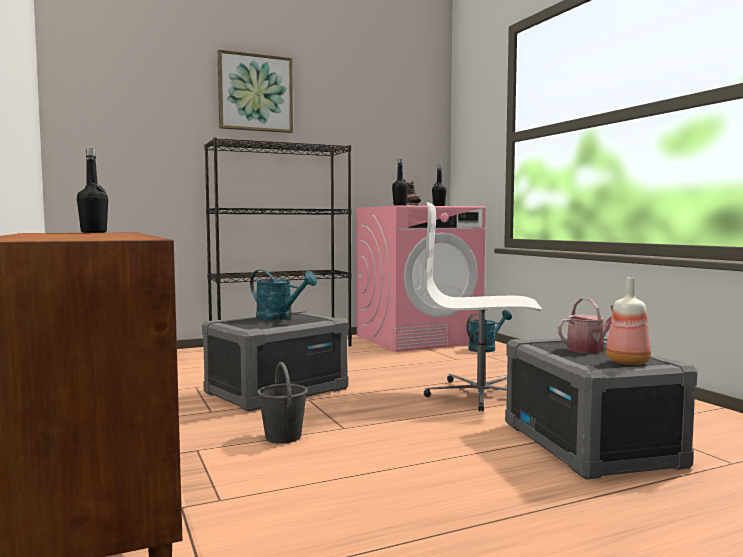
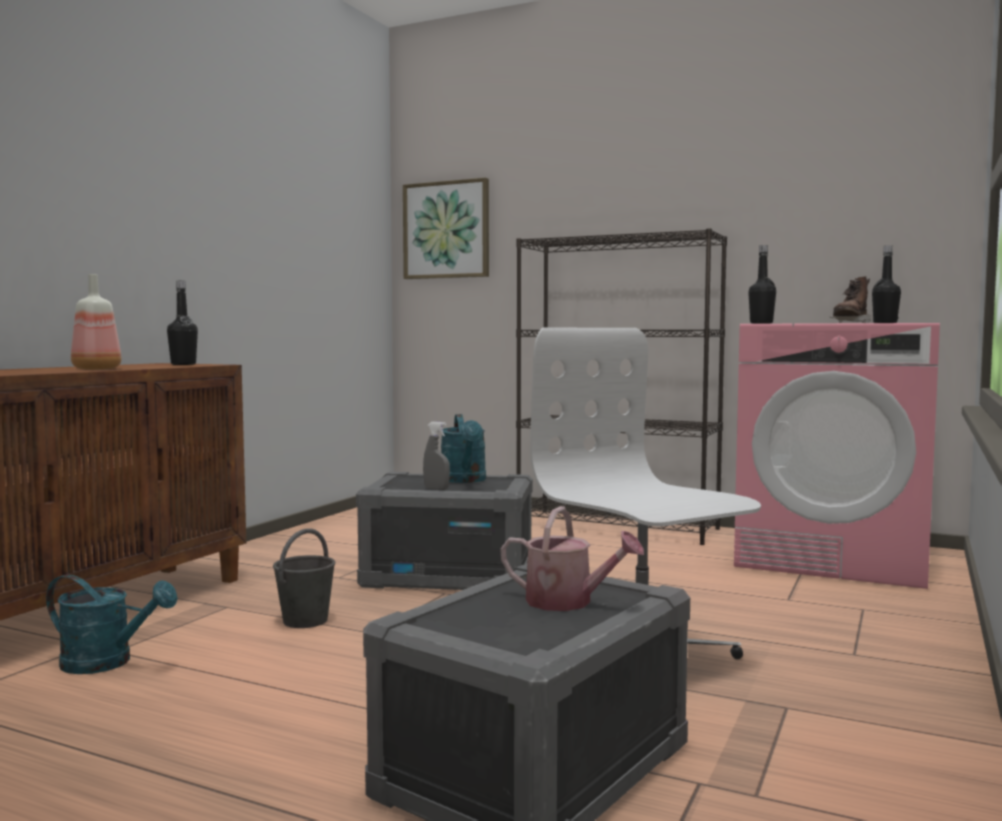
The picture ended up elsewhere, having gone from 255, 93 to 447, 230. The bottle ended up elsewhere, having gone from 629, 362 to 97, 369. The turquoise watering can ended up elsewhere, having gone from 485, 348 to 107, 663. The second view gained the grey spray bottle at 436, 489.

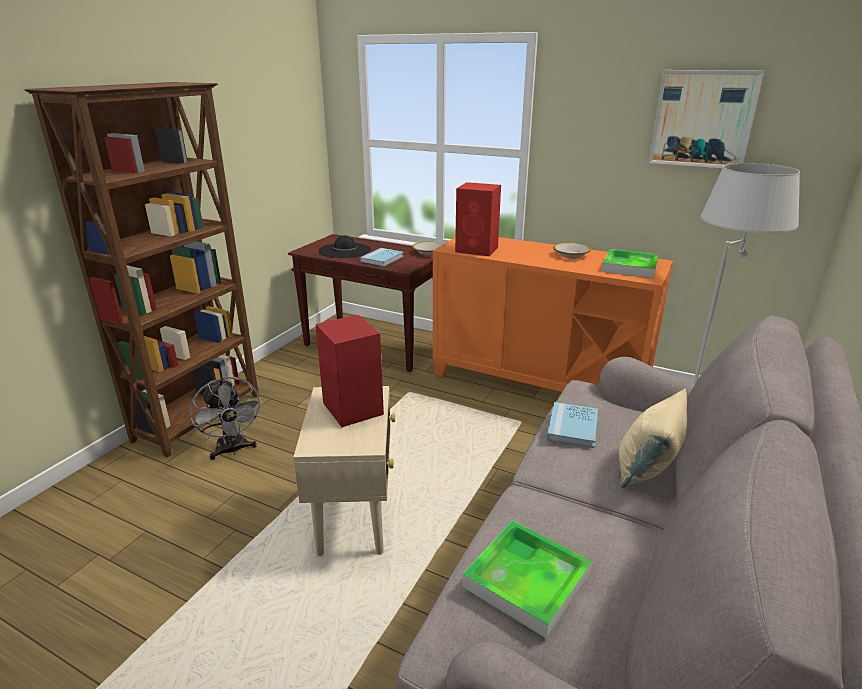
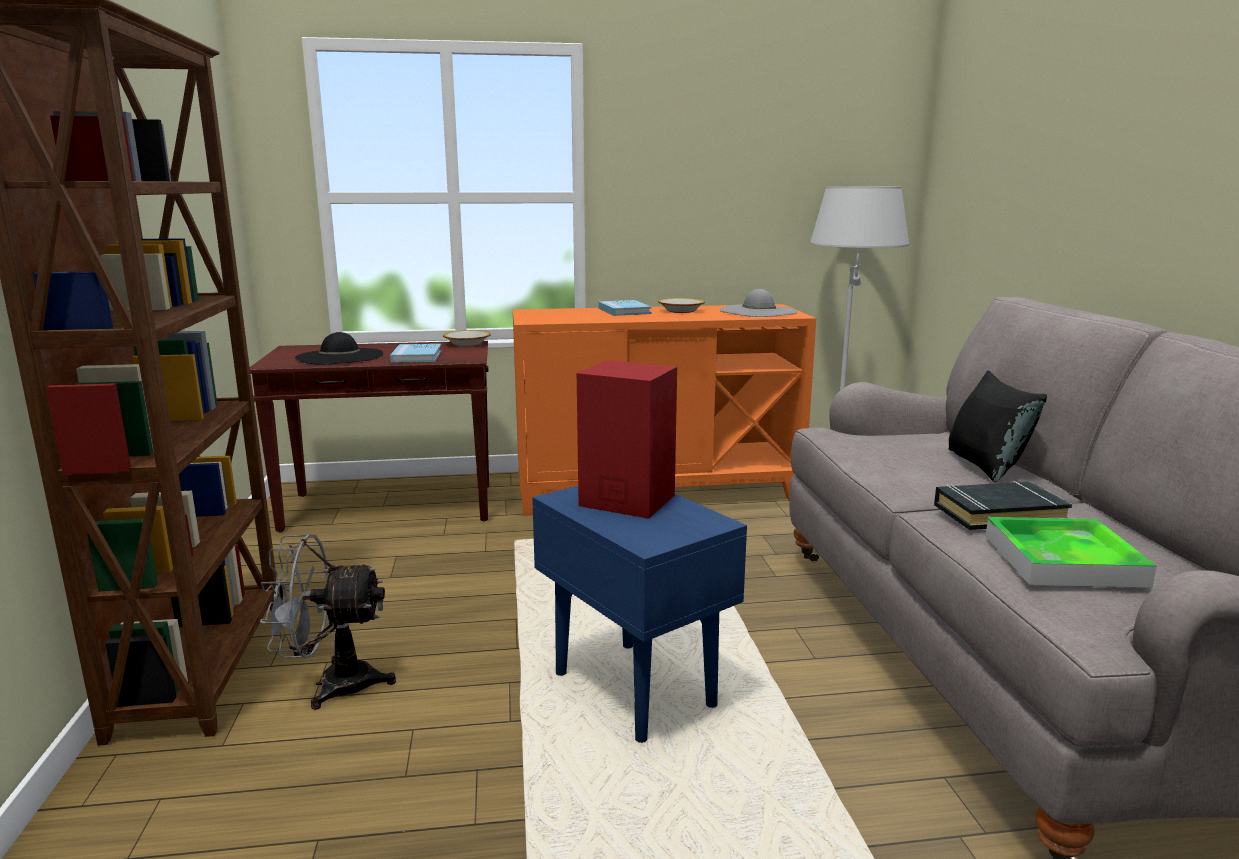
The second view lost the picture at 703, 119. The second view lost the red speaker at 477, 250. Where the tray stood at 629, 267, the grey hat came to stand at 758, 311. The grey fan at 233, 450 ended up facing another way, 150 degrees clockwise from before. What was the beige side table at 354, 520 turned into the blue side table at 633, 688. What was the beige pillow at 646, 468 turned into the black pillow at 986, 466. The blue book ended up elsewhere, having gone from 572, 427 to 624, 311. The second view gained the black book at 998, 513.

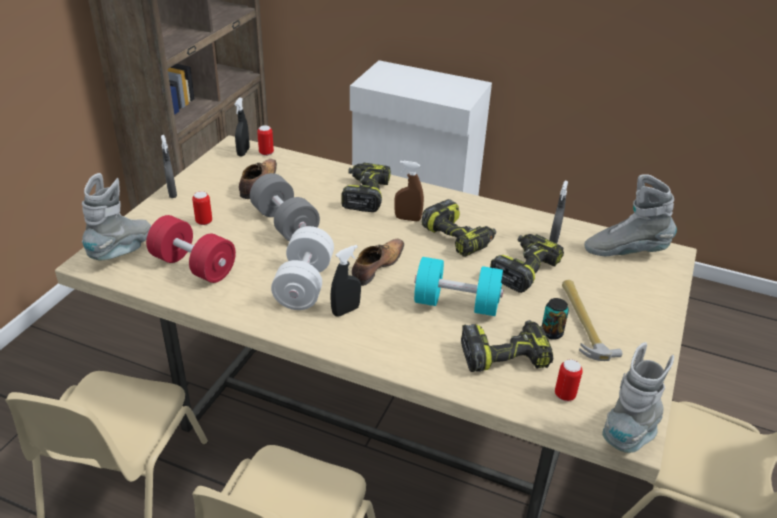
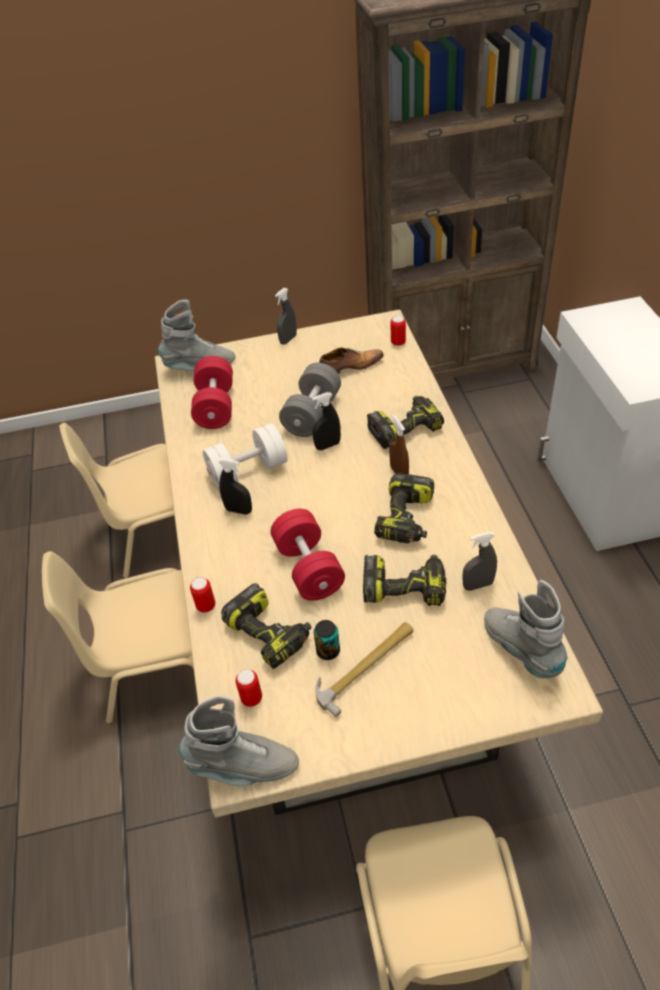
The black spray bottle ended up elsewhere, having gone from 243, 152 to 328, 445. The can ended up elsewhere, having gone from 204, 222 to 206, 606. The second view lost the shoe at 376, 267. What was the turquoise dumbbell at 456, 304 turned into the red dumbbell at 308, 568.

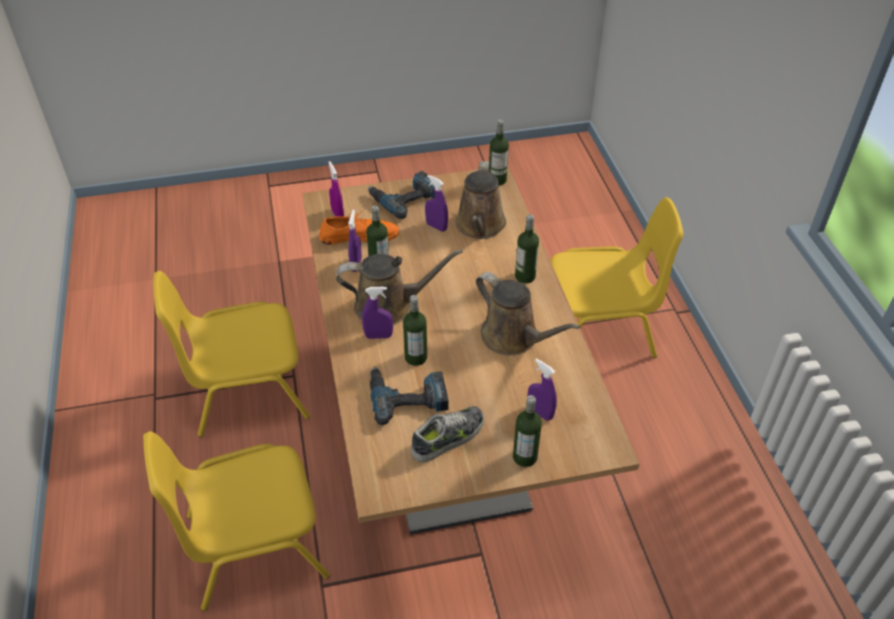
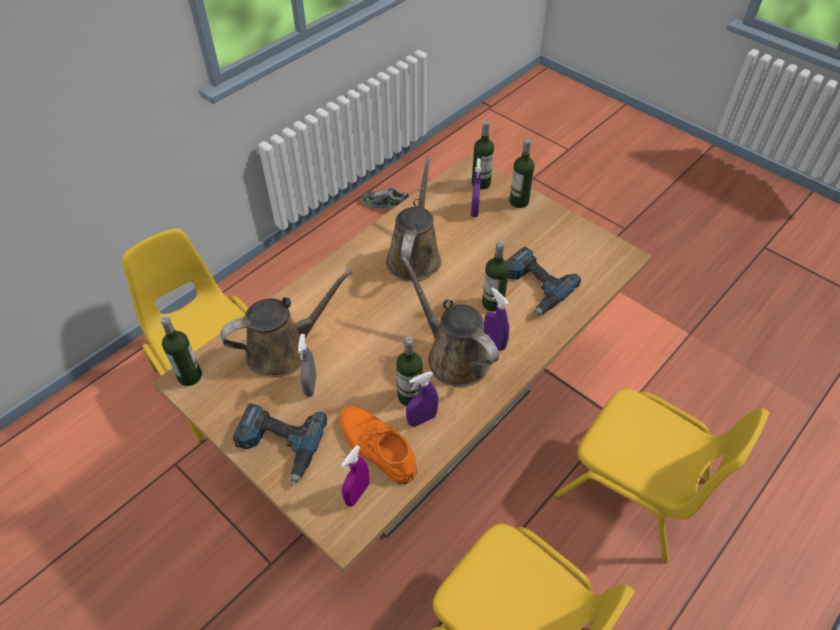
What was the purple spray bottle at 436, 226 turned into the grey spray bottle at 310, 385. The bottle ended up elsewhere, having gone from 525, 276 to 481, 183. The shoe ended up elsewhere, having gone from 448, 438 to 386, 204.

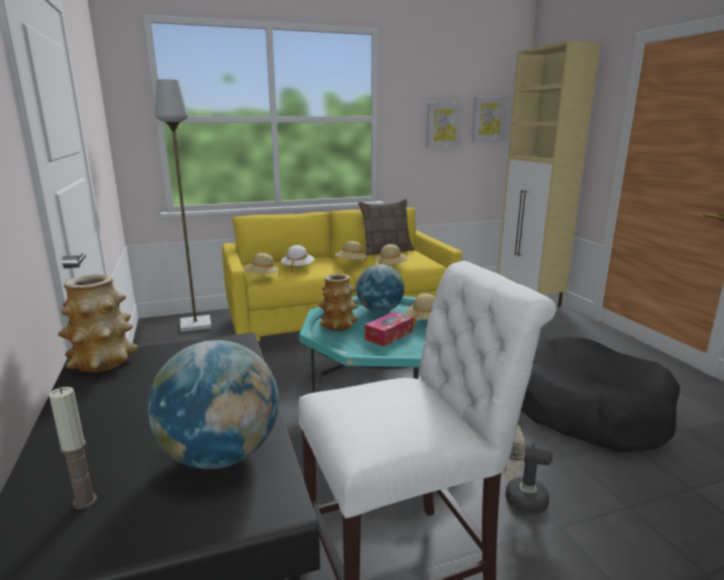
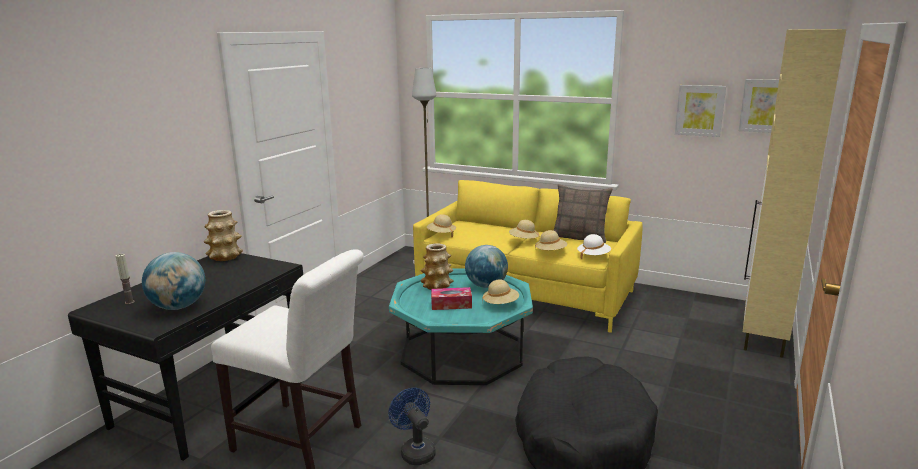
The white hat ended up elsewhere, having gone from 297, 268 to 593, 256. What was the beige fan at 518, 498 turned into the blue fan at 415, 451.

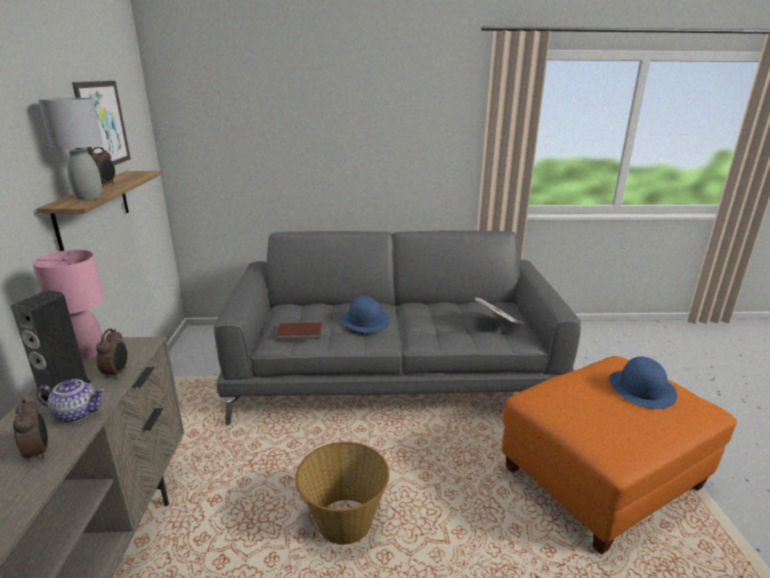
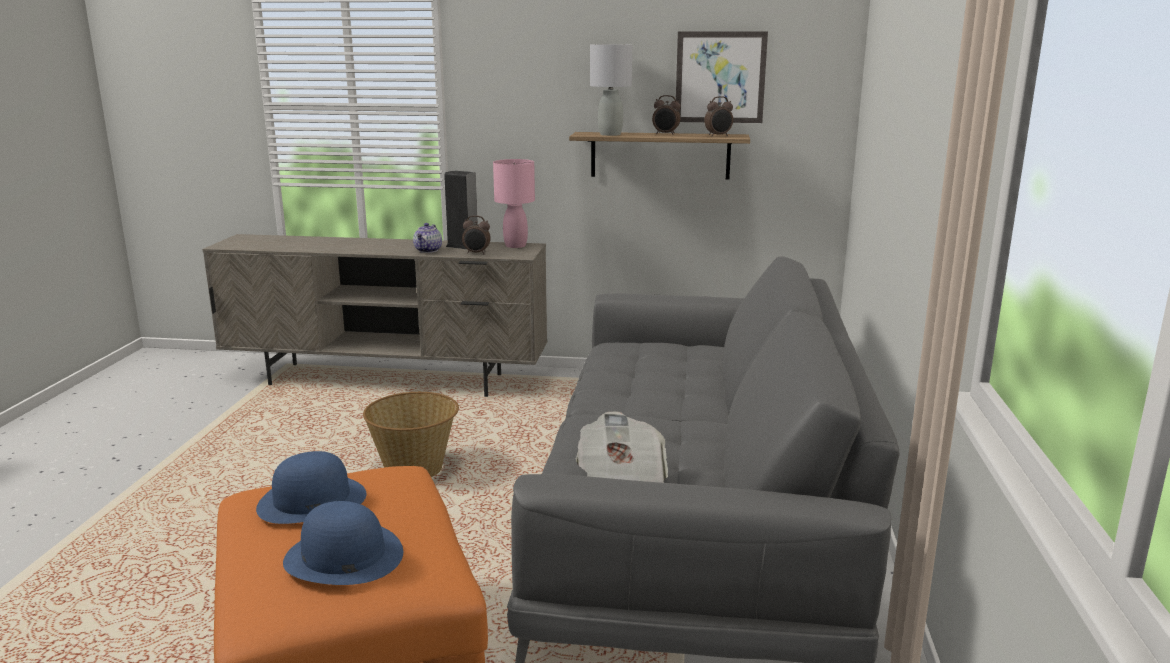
The blue hat ended up elsewhere, having gone from 365, 320 to 312, 500. The second view lost the brown book at 300, 333. The alarm clock ended up elsewhere, having gone from 39, 452 to 718, 136.

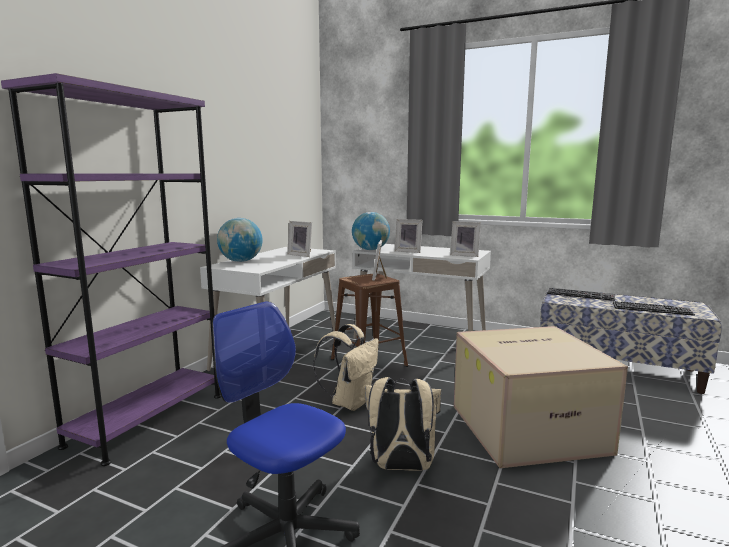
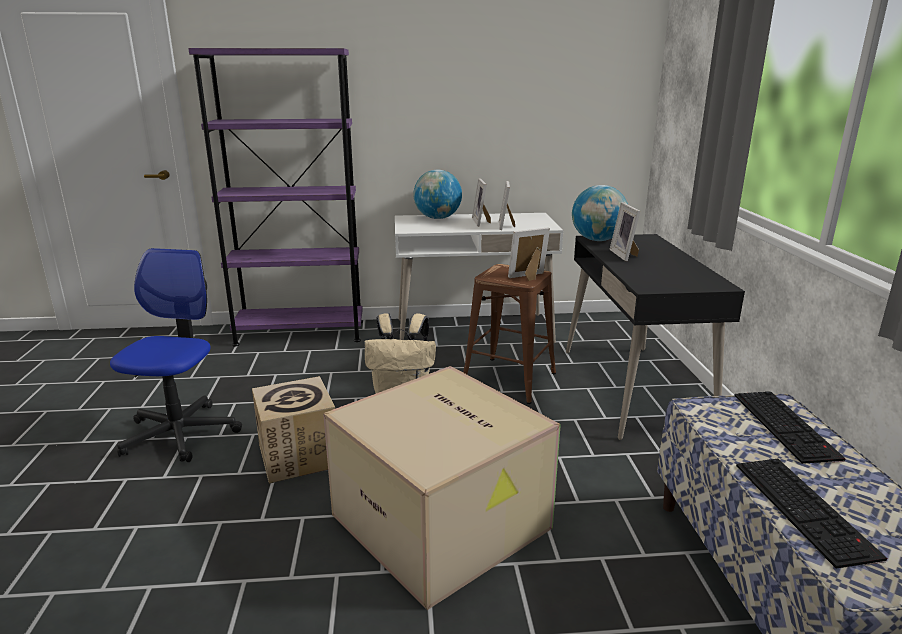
The picture frame ended up elsewhere, having gone from 465, 255 to 482, 222. What was the white desk at 420, 338 turned into the black desk at 633, 388. Where the beige backpack stood at 401, 467, the cardboard box came to stand at 298, 456.

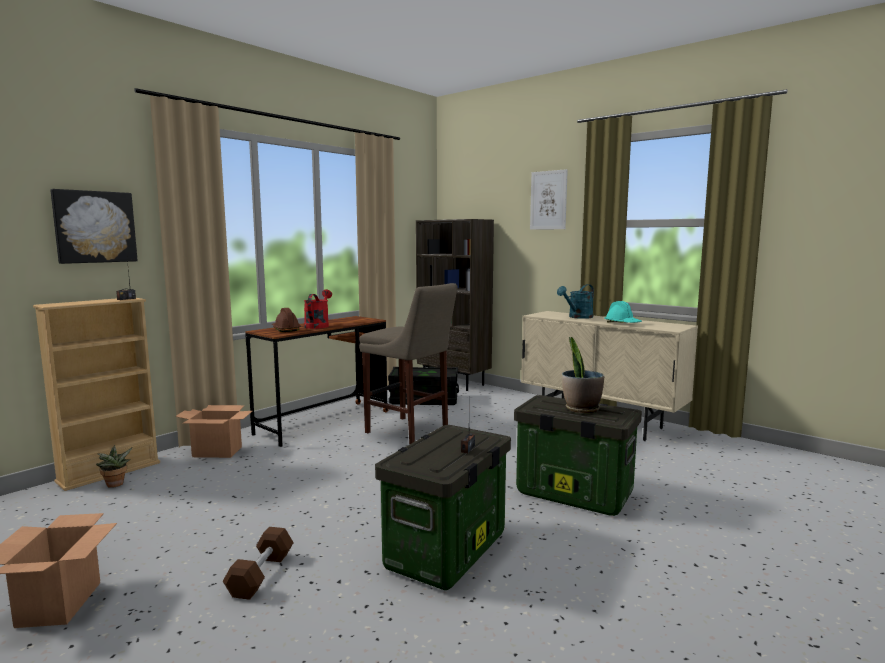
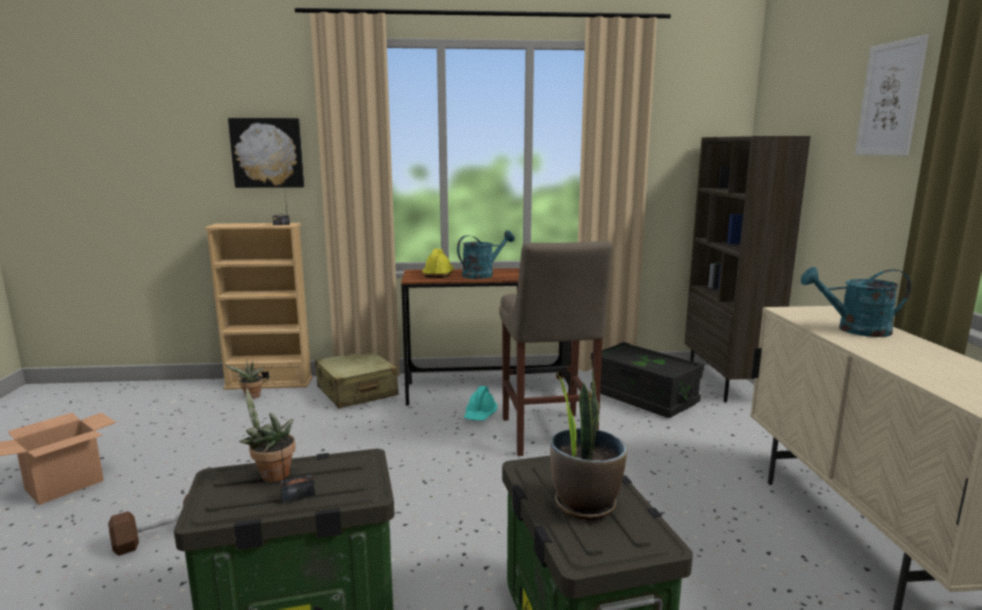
What was the red watering can at 318, 325 turned into the turquoise watering can at 482, 274. The turquoise hard hat ended up elsewhere, having gone from 622, 323 to 480, 415. What was the brown hard hat at 285, 329 turned into the yellow hard hat at 439, 274. Where the cardboard box stood at 218, 452, the beige suitcase came to stand at 356, 392. The second view gained the potted plant at 271, 474.

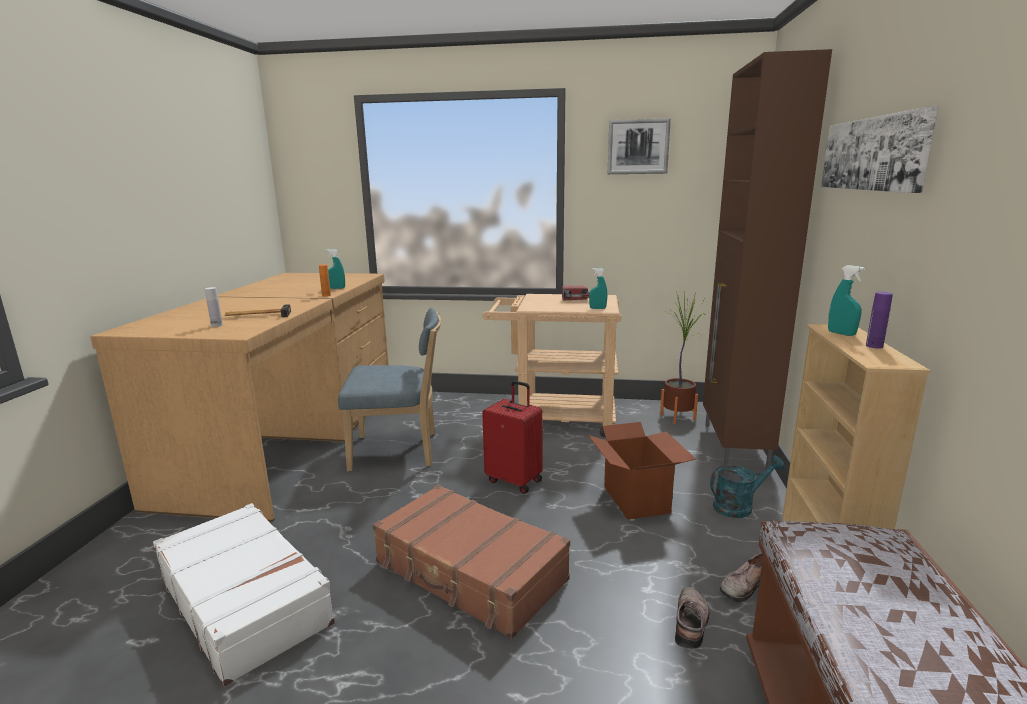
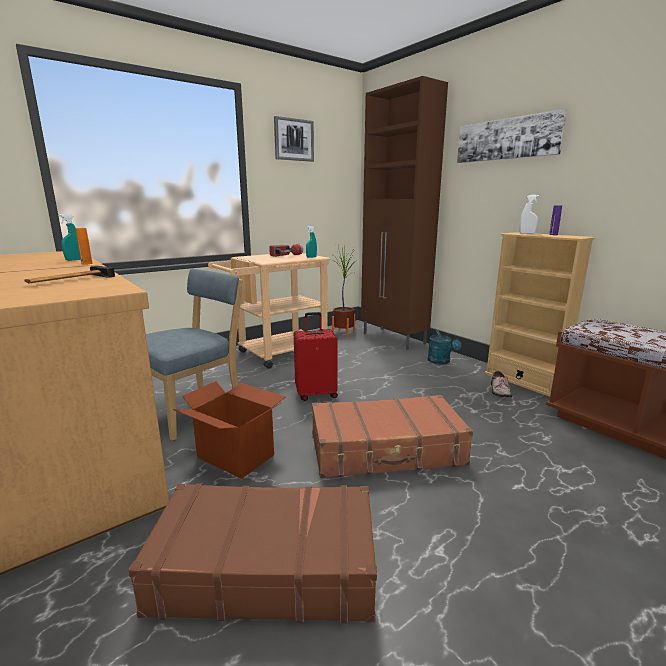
What was the turquoise spray bottle at 841, 333 turned into the white spray bottle at 527, 233. The second view lost the white bottle at 216, 325. The cardboard box ended up elsewhere, having gone from 637, 499 to 236, 456. The turquoise watering can at 739, 506 ended up facing another way, 135 degrees clockwise from before. What was the white suitcase at 245, 600 turned into the brown suitcase at 266, 566. The second view lost the shoe at 692, 623.

